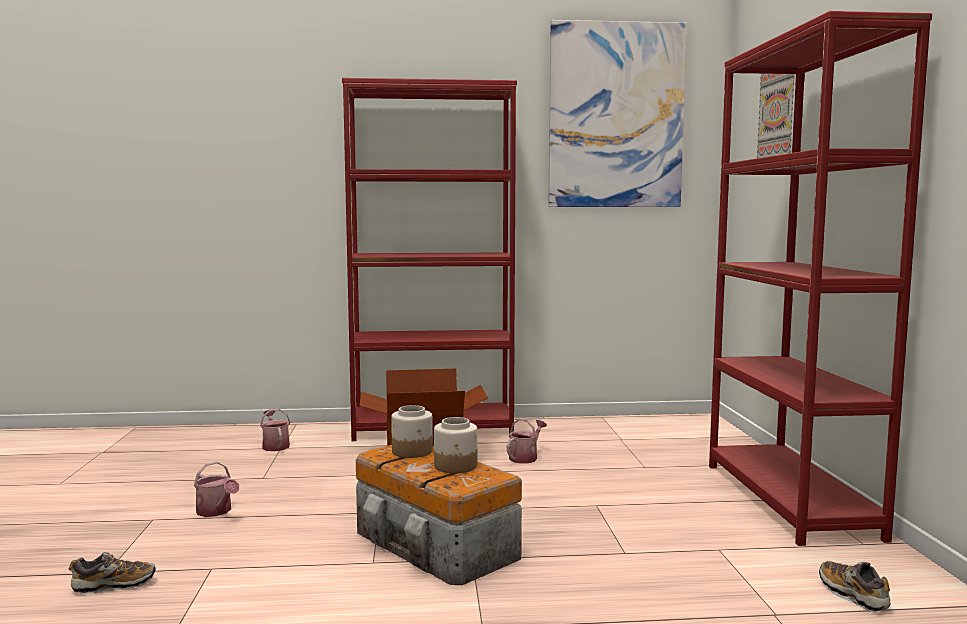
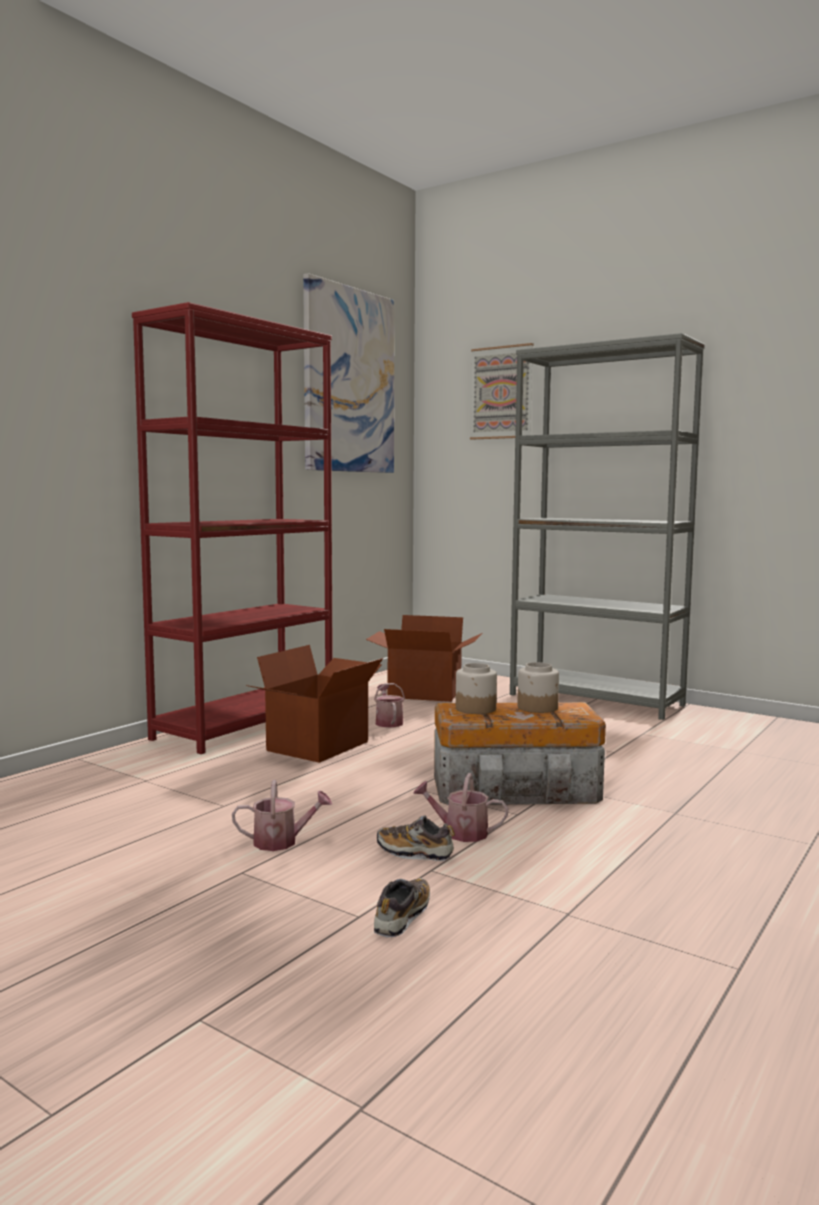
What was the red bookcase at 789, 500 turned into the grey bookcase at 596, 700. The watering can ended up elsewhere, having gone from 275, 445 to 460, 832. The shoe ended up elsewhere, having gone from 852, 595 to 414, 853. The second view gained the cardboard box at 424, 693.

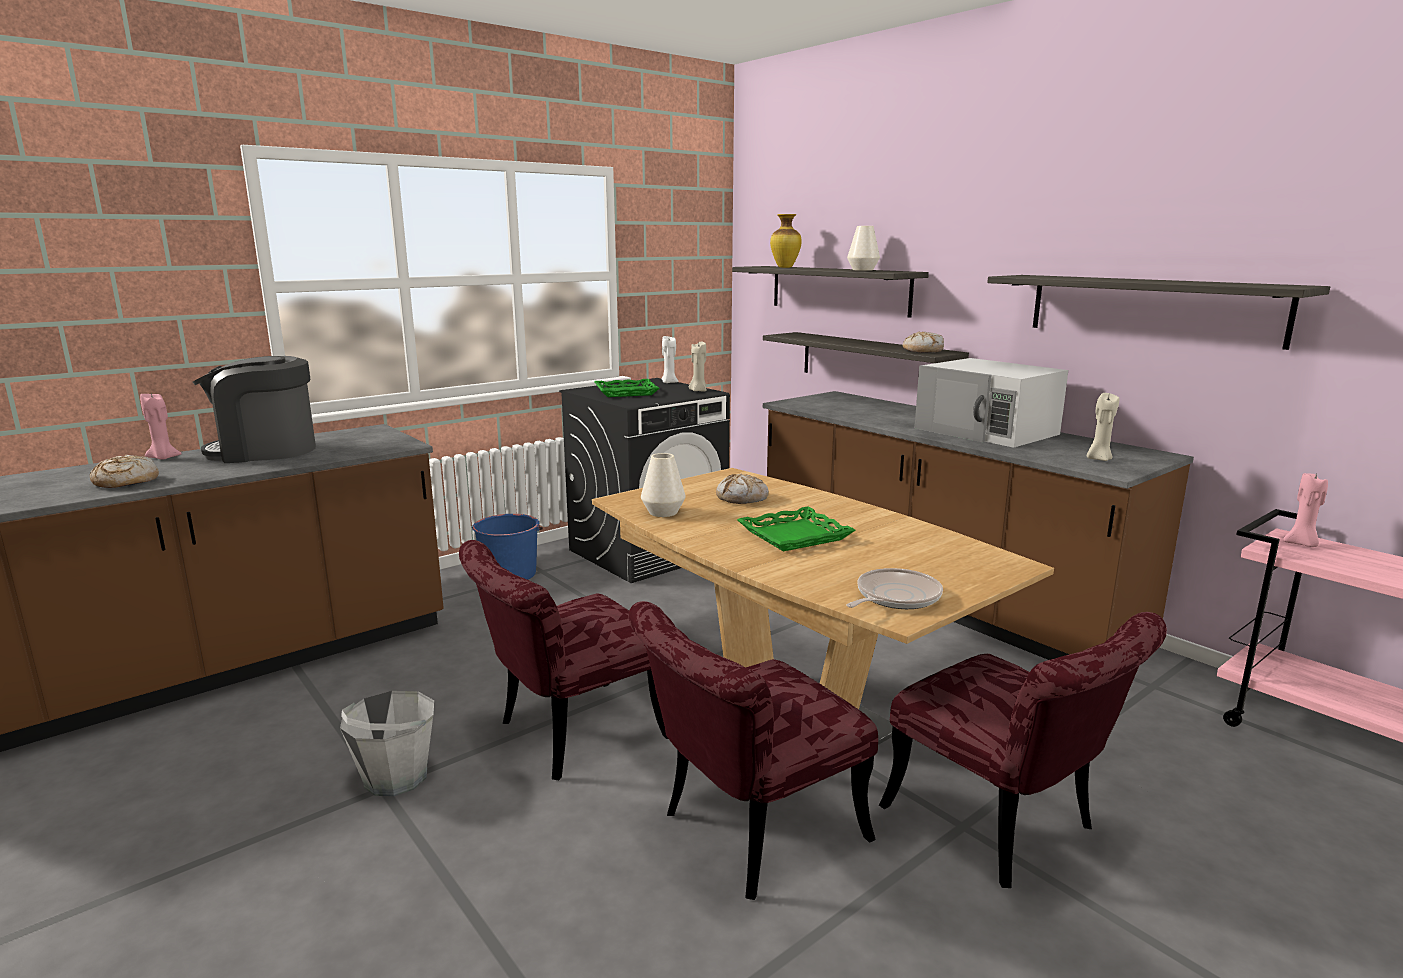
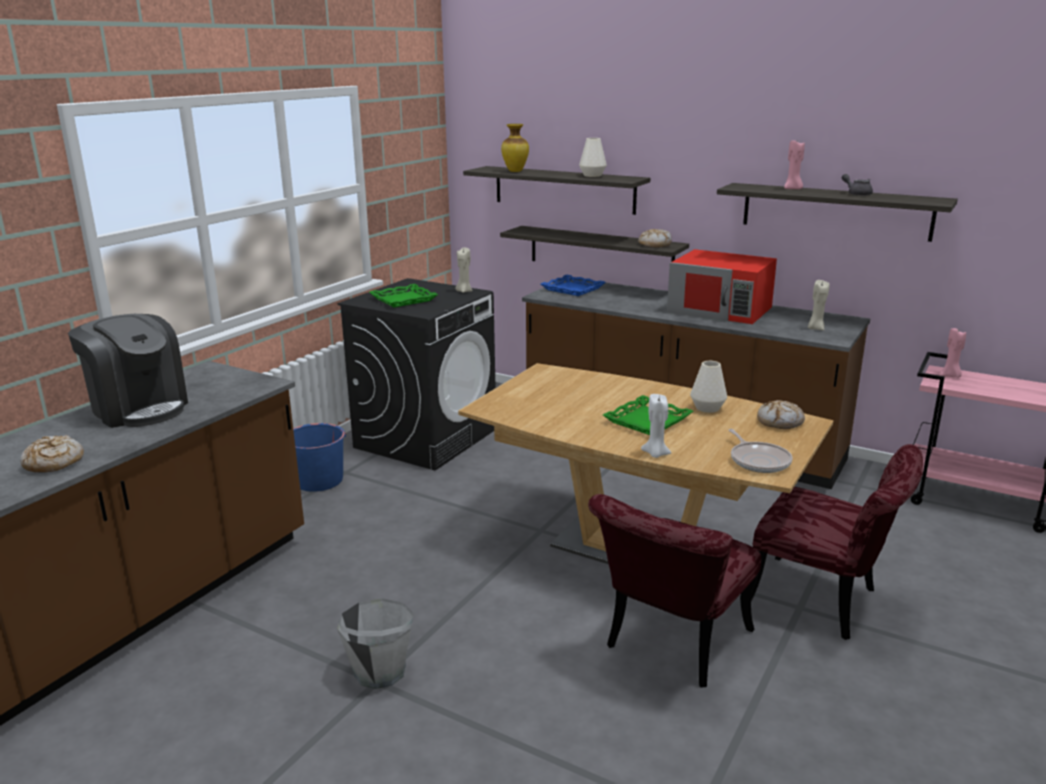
The white candle ended up elsewhere, having gone from 669, 382 to 655, 454. The coffee machine at 264, 451 ended up facing another way, 105 degrees counterclockwise from before. What was the white microwave at 987, 431 turned into the red microwave at 720, 309. The pink candle ended up elsewhere, having gone from 163, 458 to 792, 189. The white vase ended up elsewhere, having gone from 663, 512 to 707, 408. The bread ended up elsewhere, having gone from 742, 498 to 780, 422. The second view lost the red chair at 567, 735. The frying pan at 895, 597 ended up facing another way, 135 degrees clockwise from before. The second view gained the grey teapot at 857, 194. The second view gained the blue tray at 573, 289.

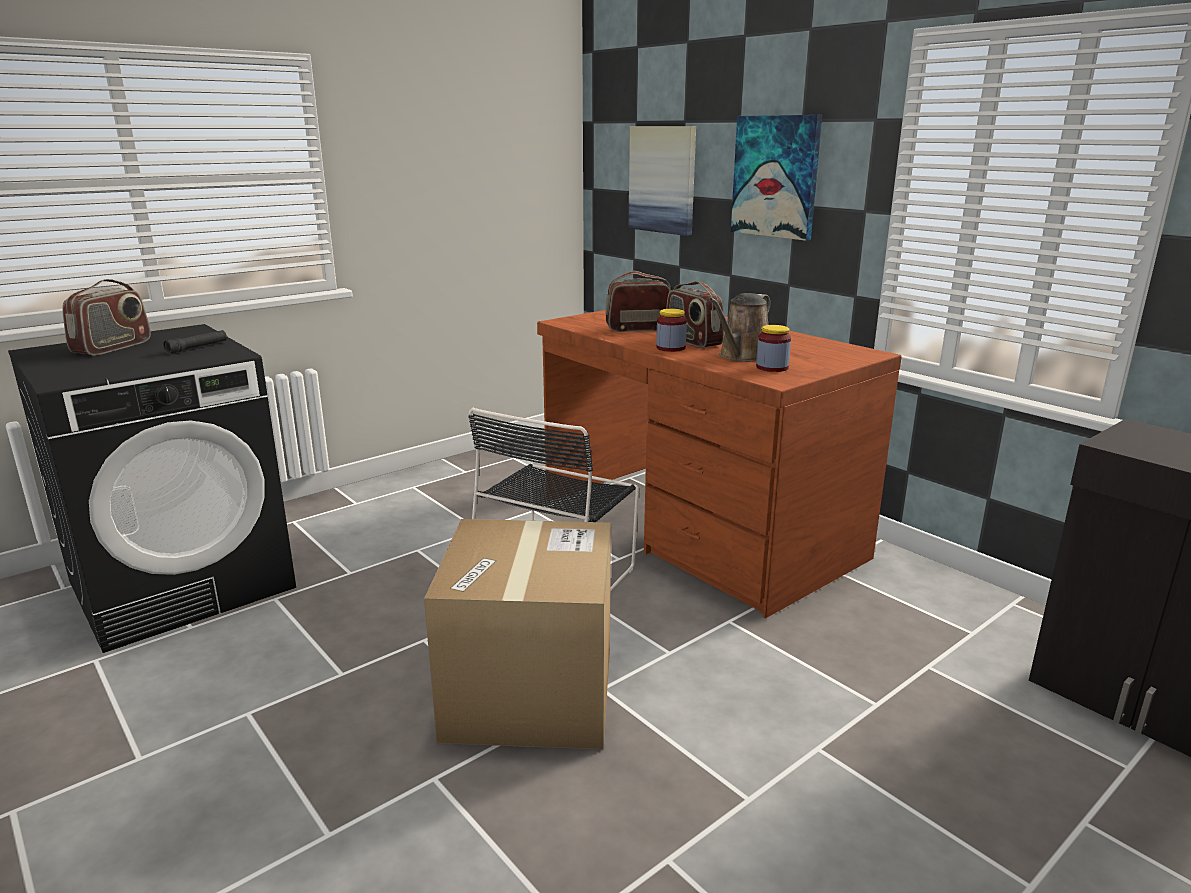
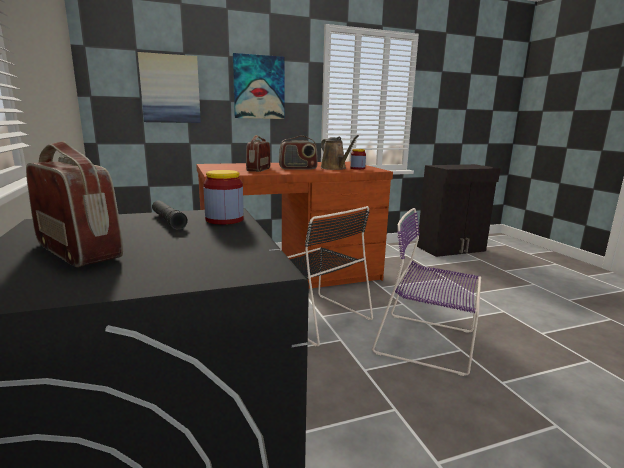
The jar ended up elsewhere, having gone from 670, 348 to 224, 220. Where the cardboard box stood at 530, 692, the purple chair came to stand at 429, 343.

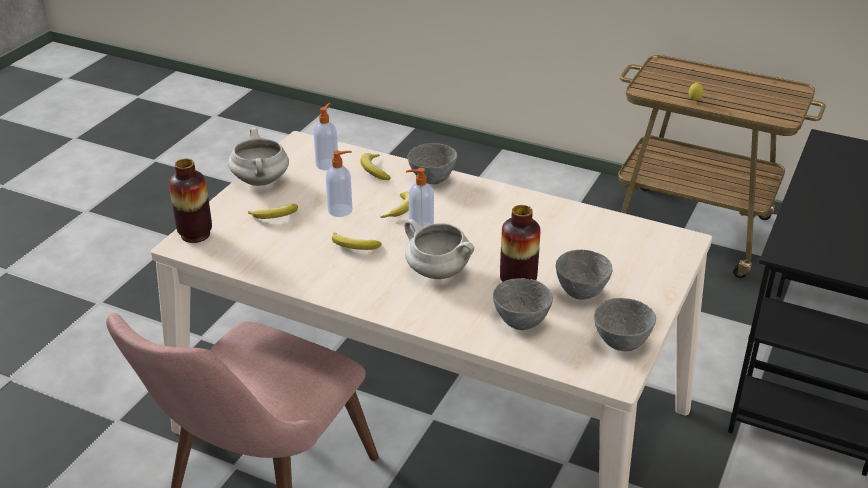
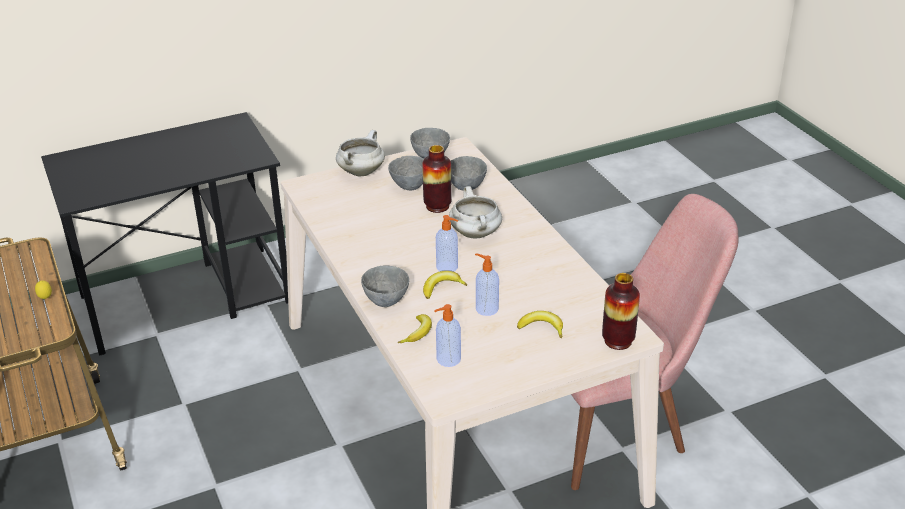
The white cooking pot ended up elsewhere, having gone from 261, 181 to 361, 172. The second view lost the banana at 354, 247.

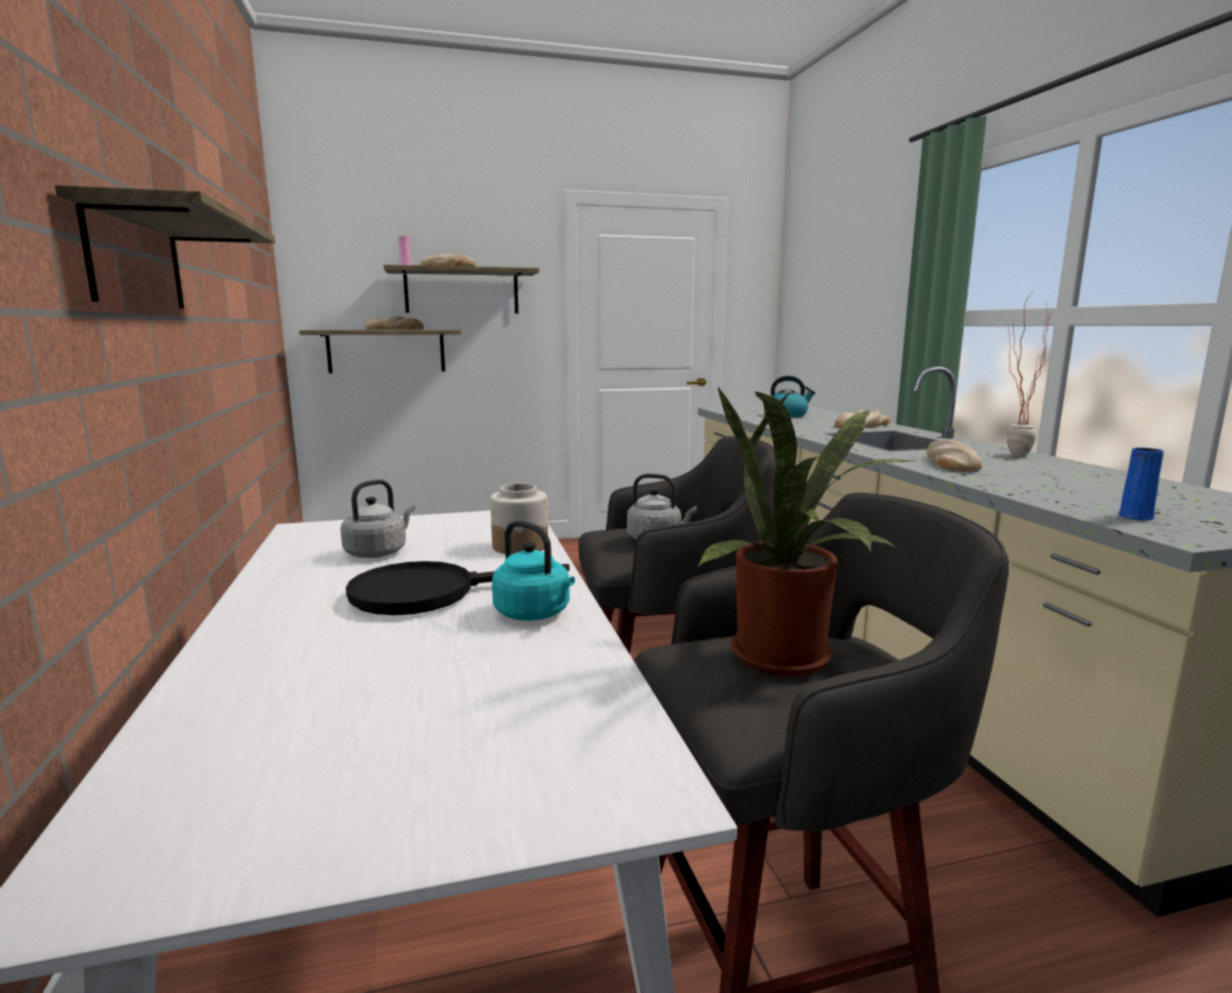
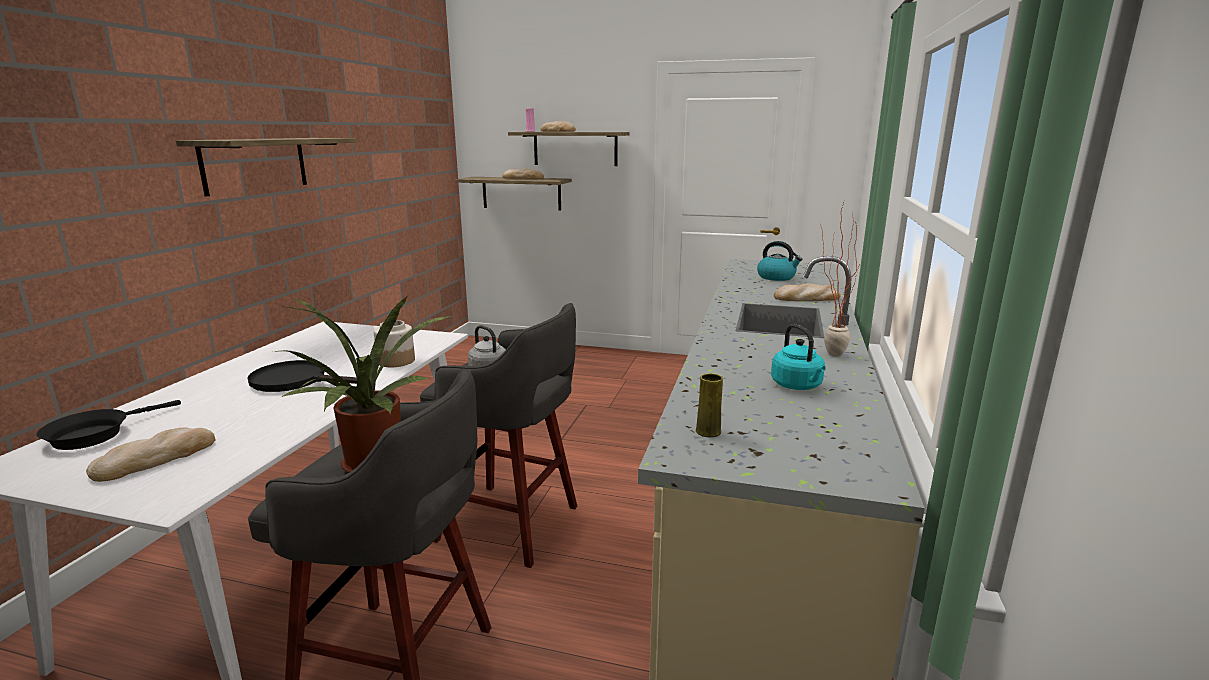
The bread ended up elsewhere, having gone from 950, 463 to 155, 458. What was the blue vase at 1135, 516 turned into the yellow vase at 708, 432. The second view lost the grey kettle at 378, 552. The turquoise kettle ended up elsewhere, having gone from 535, 614 to 798, 386. The second view gained the black frying pan at 95, 434.

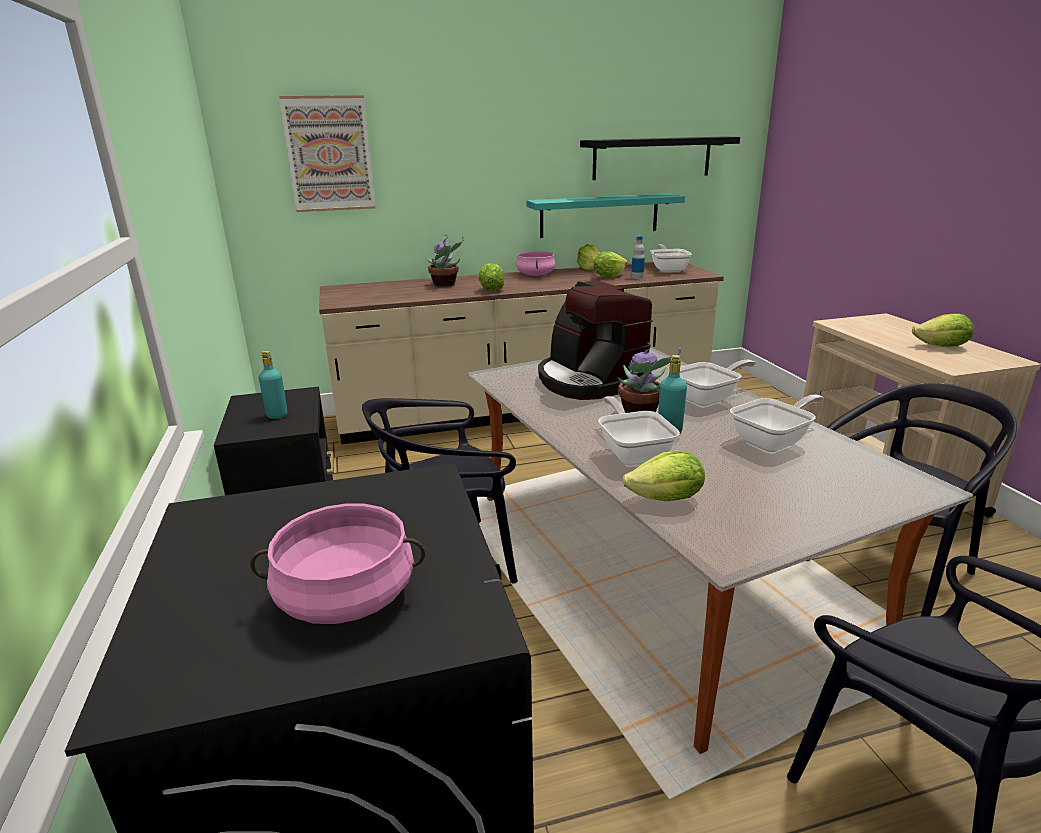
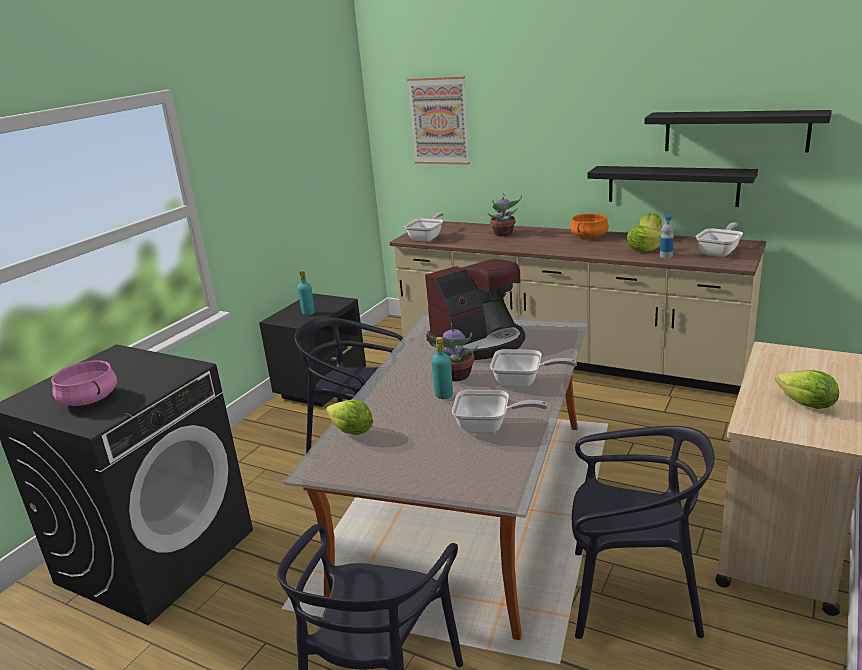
What was the turquoise shelf at 599, 215 turned into the black shelf at 672, 185. What was the pink cooking pot at 536, 275 turned into the orange cooking pot at 589, 236. The second view lost the lettuce at 491, 290. The coffee machine at 589, 380 ended up facing another way, 135 degrees counterclockwise from before. The frying pan ended up elsewhere, having gone from 633, 453 to 427, 238.

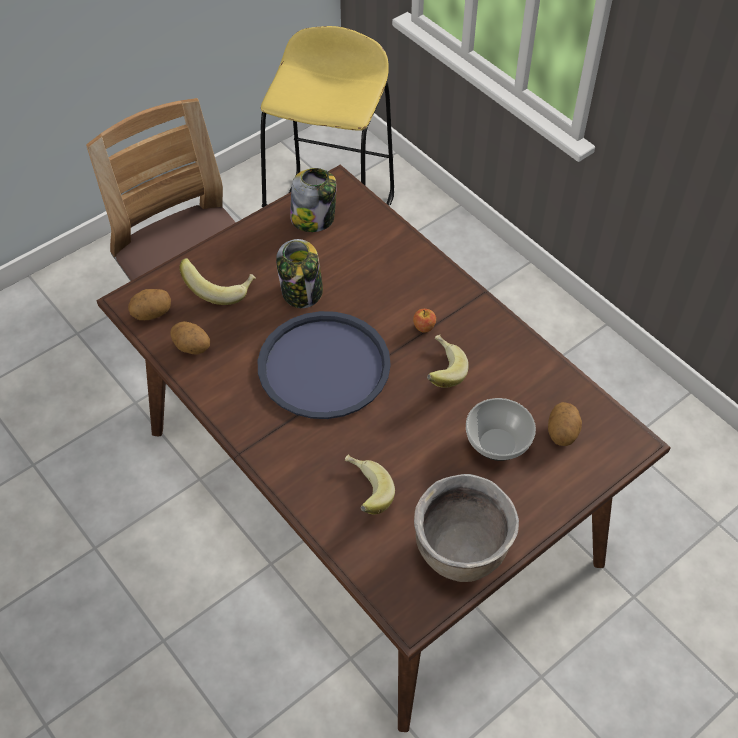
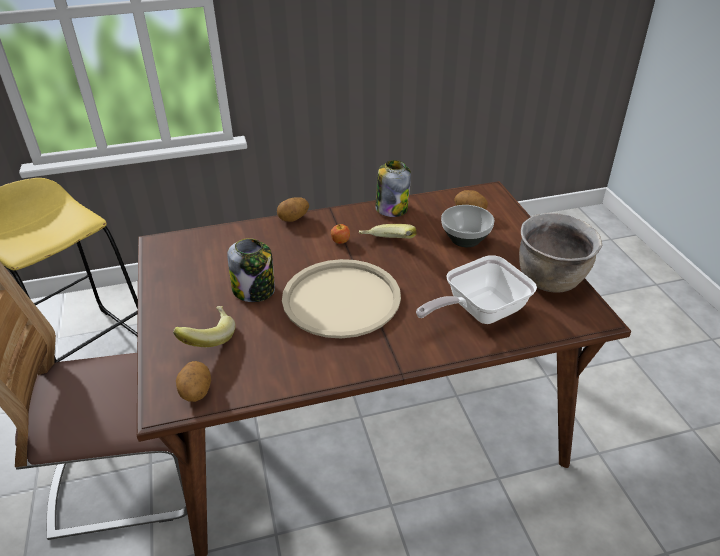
The jar ended up elsewhere, having gone from 314, 218 to 391, 208. What was the blue tray at 323, 366 turned into the beige tray at 341, 299. The potato ended up elsewhere, having gone from 191, 348 to 294, 219. Where the banana stood at 363, 494, the frying pan came to stand at 478, 312.

